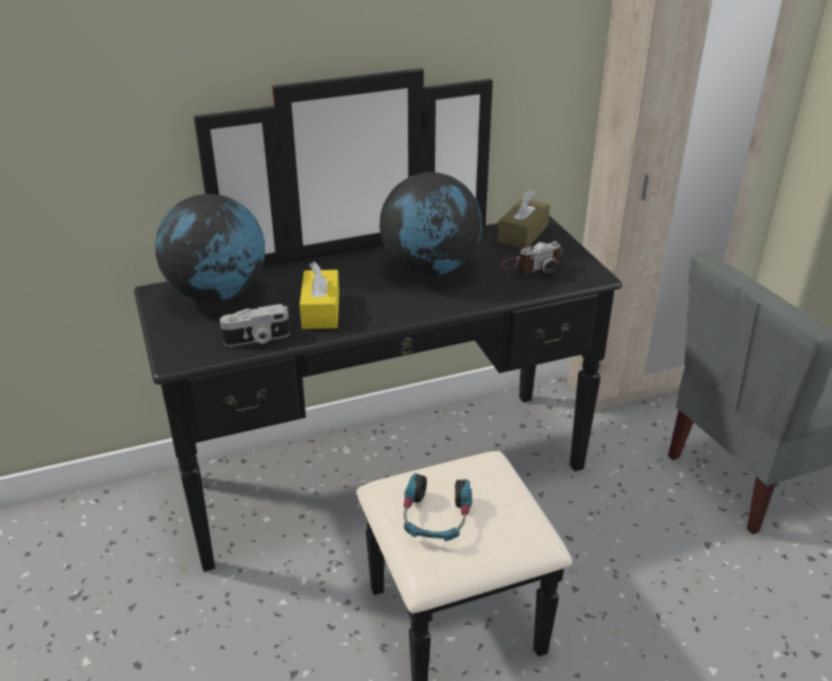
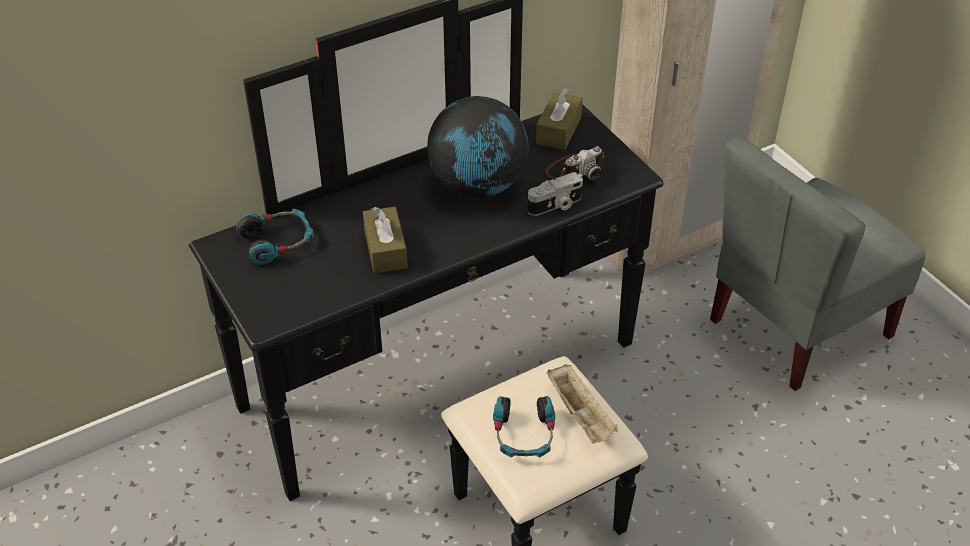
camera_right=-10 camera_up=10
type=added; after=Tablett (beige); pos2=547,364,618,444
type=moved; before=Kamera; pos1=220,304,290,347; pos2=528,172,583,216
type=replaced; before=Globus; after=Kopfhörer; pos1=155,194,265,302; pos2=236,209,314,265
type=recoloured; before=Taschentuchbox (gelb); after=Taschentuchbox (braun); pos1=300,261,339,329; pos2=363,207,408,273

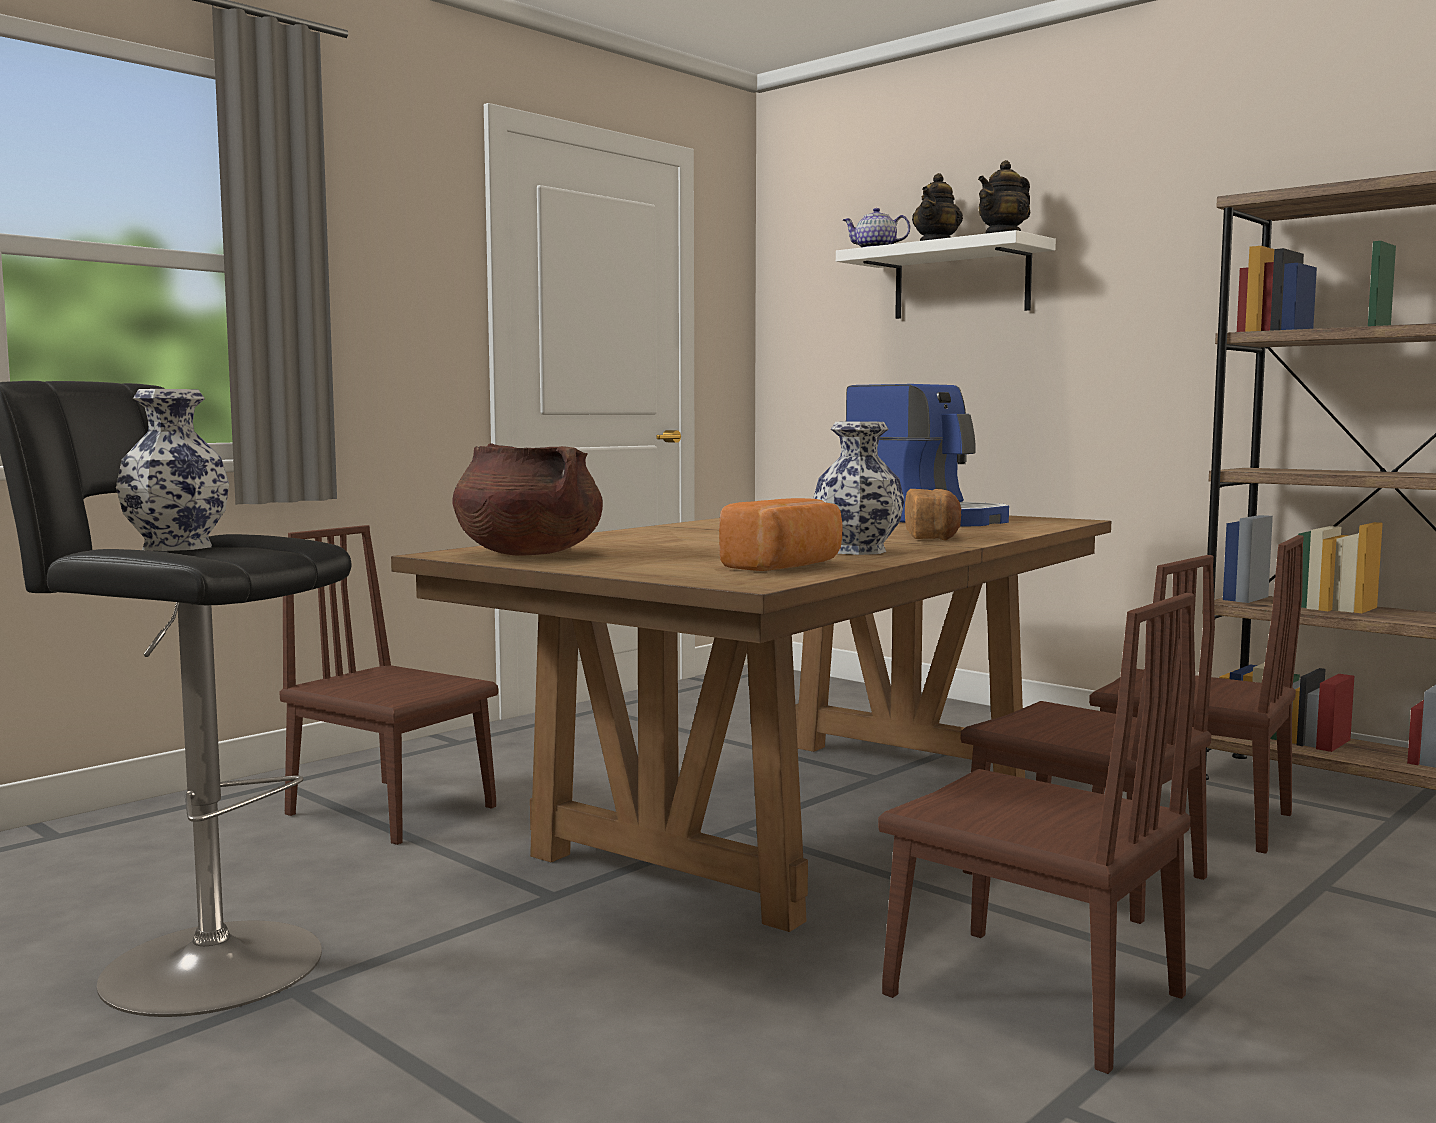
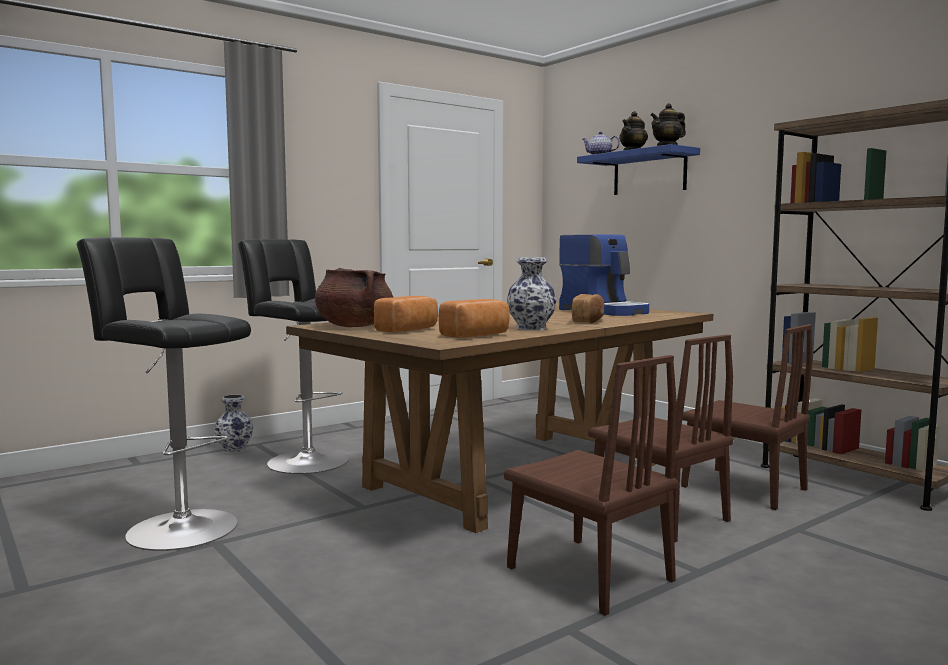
camera_right=10 camera_up=0
type=added; after=Brot; pos2=374,296,438,333
type=moved; before=Vase; pos1=116,389,229,551; pos2=214,395,253,454
type=replaced; before=Stuhl (braun); after=Hocker (schwarz); pos1=279,525,498,845; pos2=238,239,349,474
type=recoloured; before=Wandregal (weiß); after=Wandregal (blau); pos1=836,230,1056,319; pos2=577,144,700,195

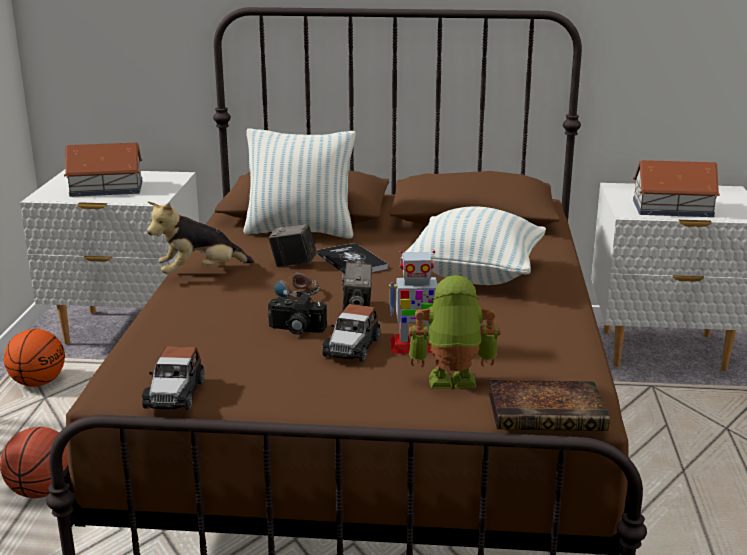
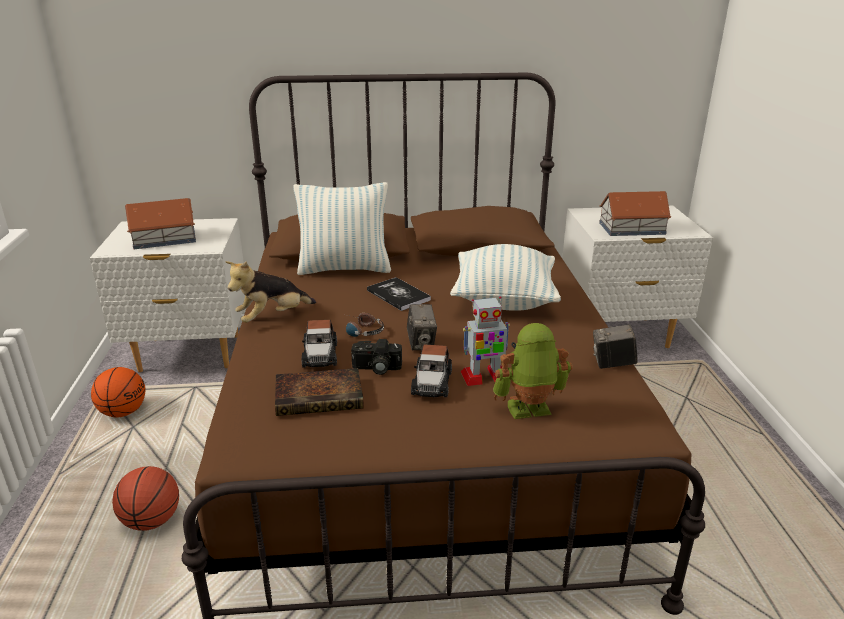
camera_right=-10 camera_up=5
type=moved; before=Spielzeugauto; pos1=142,346,204,410; pos2=302,320,337,368
type=moved; before=Kamera; pos1=268,224,317,266; pos2=593,324,638,369
type=moved; before=Buch; pos1=489,380,610,431; pos2=275,368,364,416

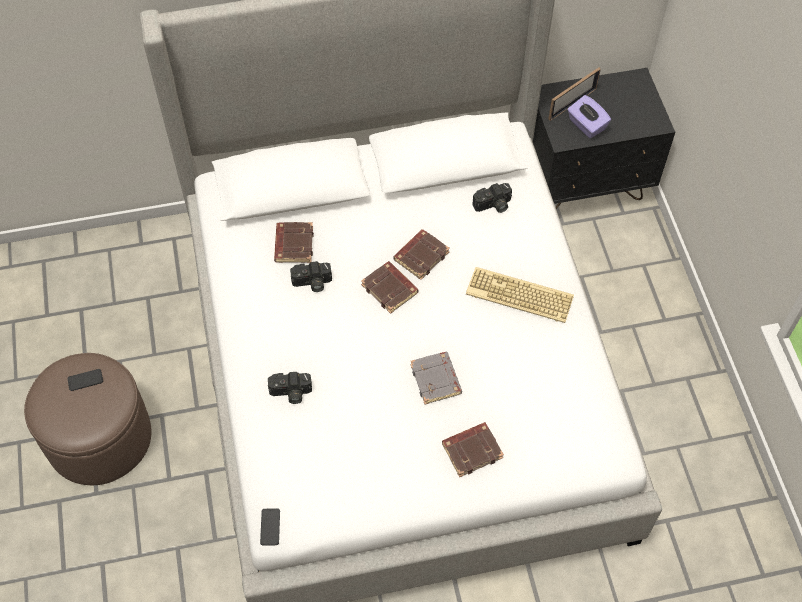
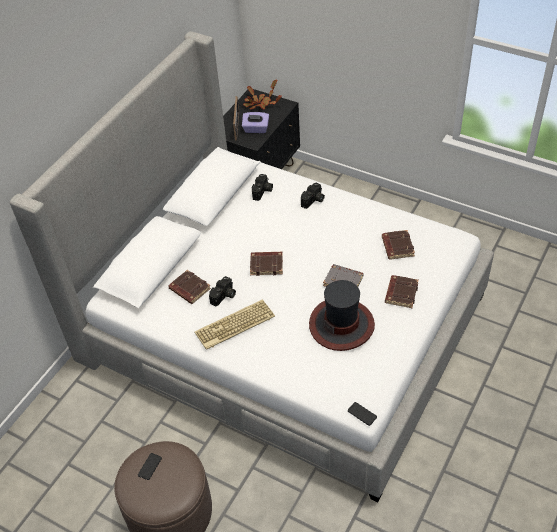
camera_right=-45 camera_up=-10
type=added; after=Topfpflanze; pos2=243,79,282,109
type=added; after=Hut; pos2=309,280,375,351
type=moved; before=Kamera; pos1=268,372,312,404; pos2=301,183,325,209
type=moved; before=Buch (braun); pos1=393,229,450,280; pos2=382,230,415,260
type=moved; before=Tastatur; pos1=466,267,574,323; pos2=195,300,275,350

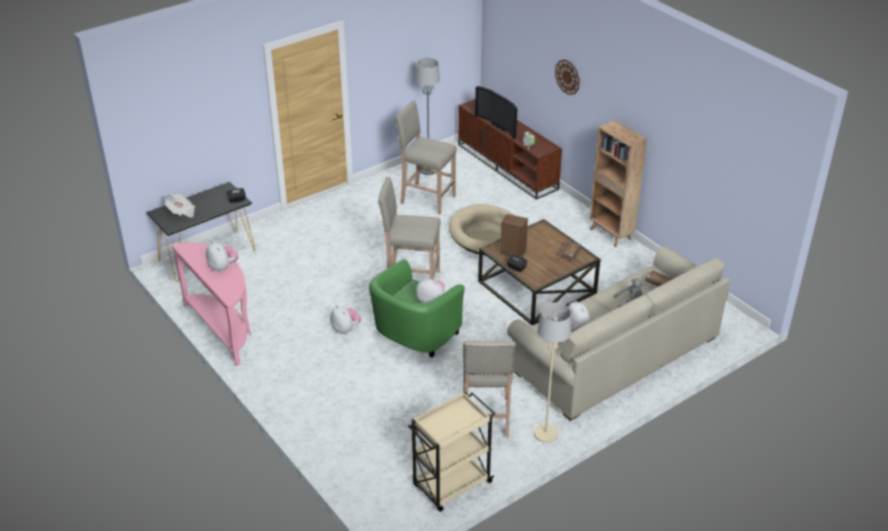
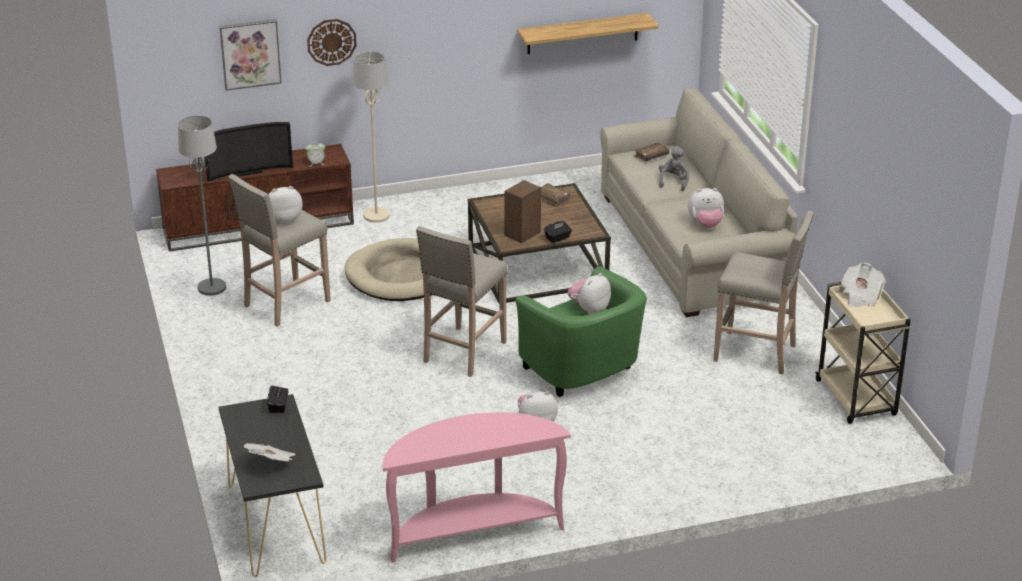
camera_right=-70 camera_up=-5
type=removed; before=Bücherregal (braun); pos1=590,120,647,247
type=added; after=Bild; pos2=219,19,282,91
type=added; after=Wandregal; pos2=517,13,659,54
type=added; after=Zeitung; pos2=841,263,886,307
type=moved; before=Plüschtier; pos1=206,241,238,272; pos2=268,186,303,224
type=moved; before=Stehlampe (beige); pos1=534,302,571,443; pos2=353,51,390,223

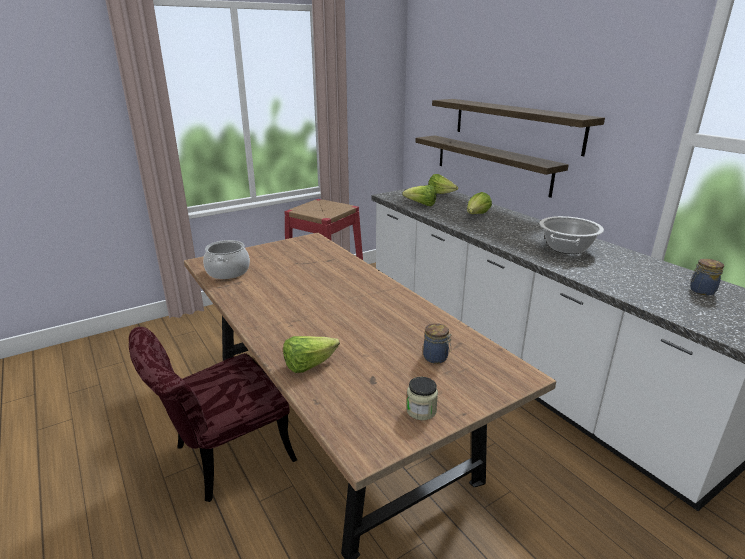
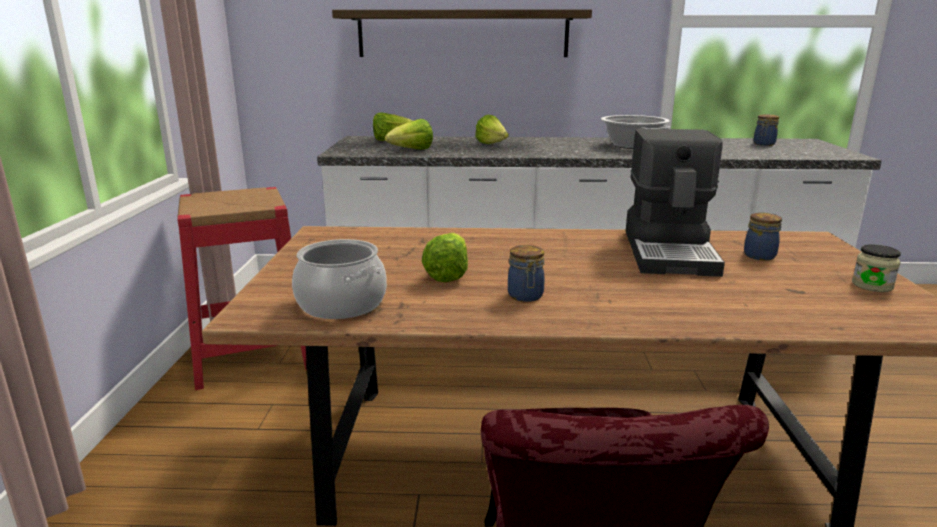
camera_right=-55 camera_up=-5
type=removed; before=Wandregal; pos1=416,136,569,198
type=added; after=Vorratsglas; pos2=508,245,544,302
type=added; after=Kaffeemaschine; pos2=626,129,725,277
type=moved; before=Salatkopf; pos1=283,336,340,373; pos2=422,232,468,282

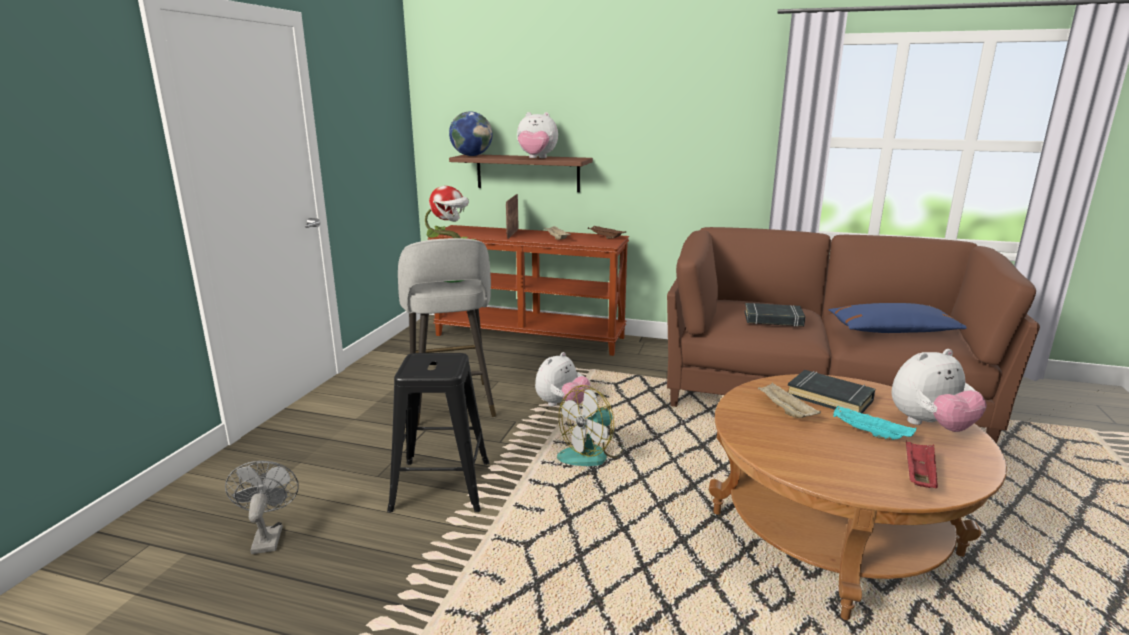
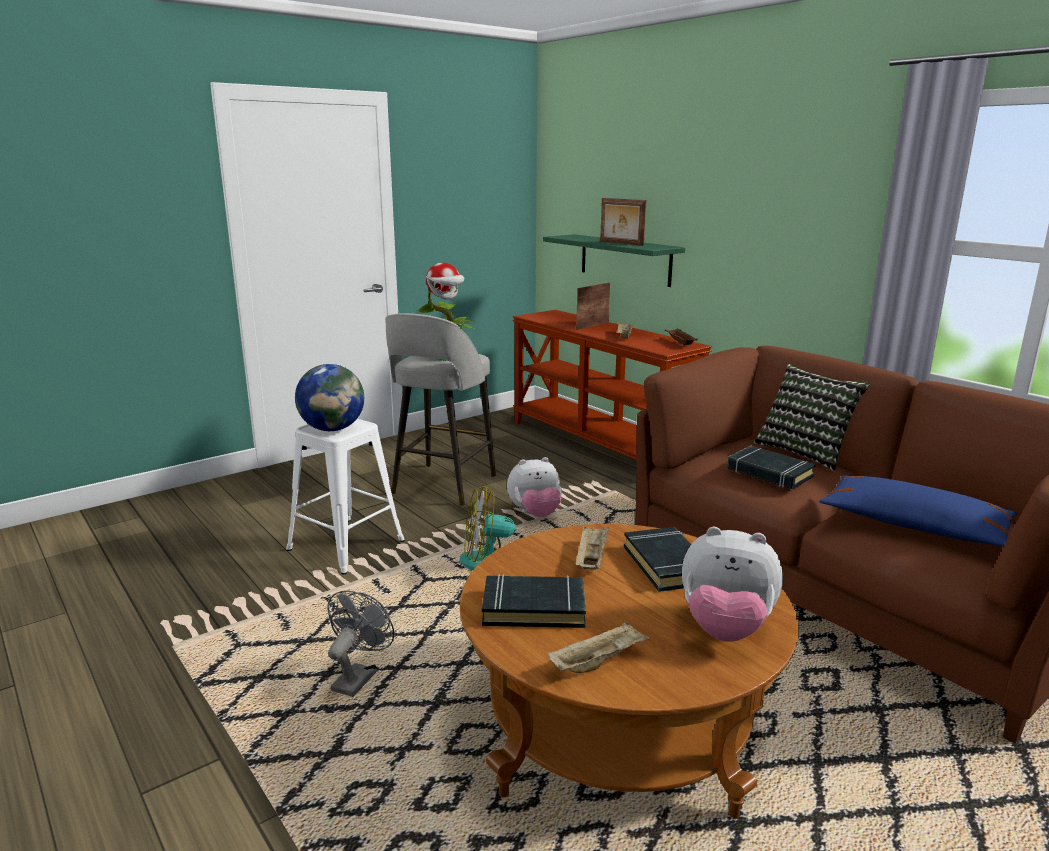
camera_right=35 camera_up=0
type=removed; before=Tablett (türkis); pos1=833,406,916,440
type=added; after=Buch (schwarz); pos2=482,574,586,628
type=added; after=Kissen; pos2=754,364,871,471
type=moved; before=Ventilator (grau); pos1=225,461,299,554; pos2=327,591,394,697
type=moved; before=Globus; pos1=449,111,492,156; pos2=295,364,364,431
type=replaced; before=Plüschtier; after=Bilderrahmen; pos1=517,112,558,158; pos2=600,198,647,246
type=recoloured; before=Hocker (schwarz); after=Hocker (weiß); pos1=387,353,489,513; pos2=286,419,405,574
type=recoloured; before=Wandregal (braun); after=Wandregal (grün); pos1=449,155,593,192; pos2=543,234,685,287
type=recoloured; before=Tablett (rot); after=Tablett (beige); pos1=906,441,938,488; pos2=548,621,650,673

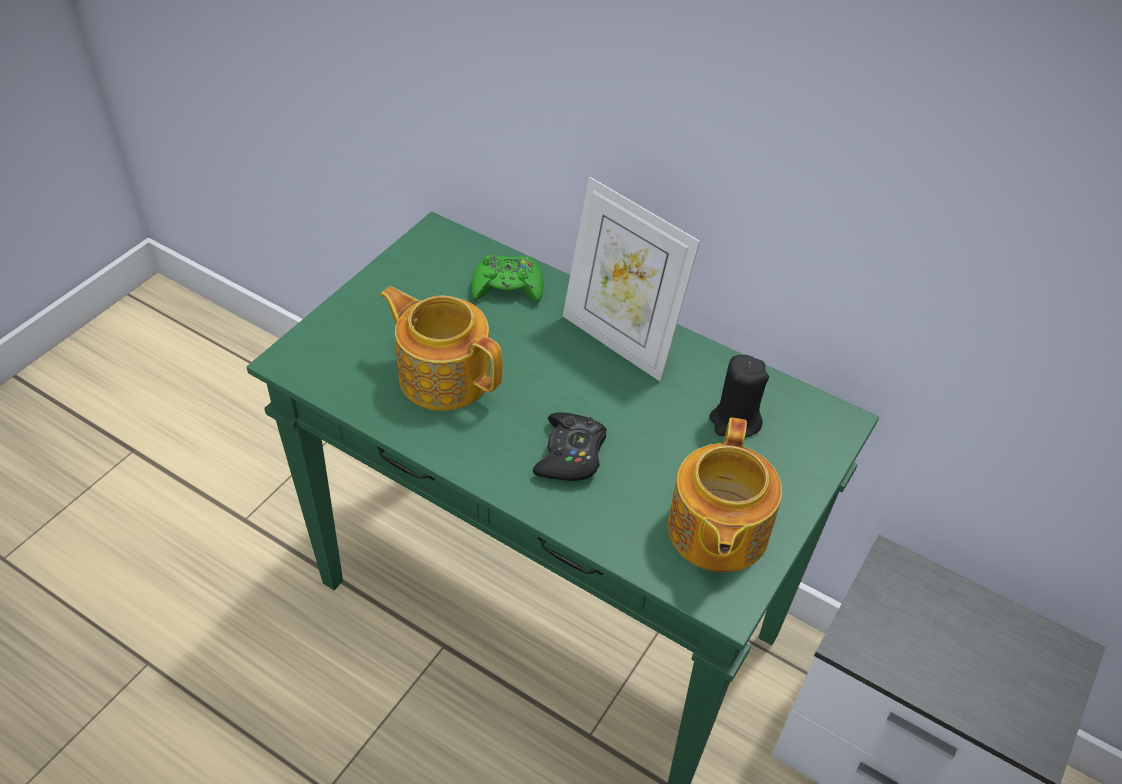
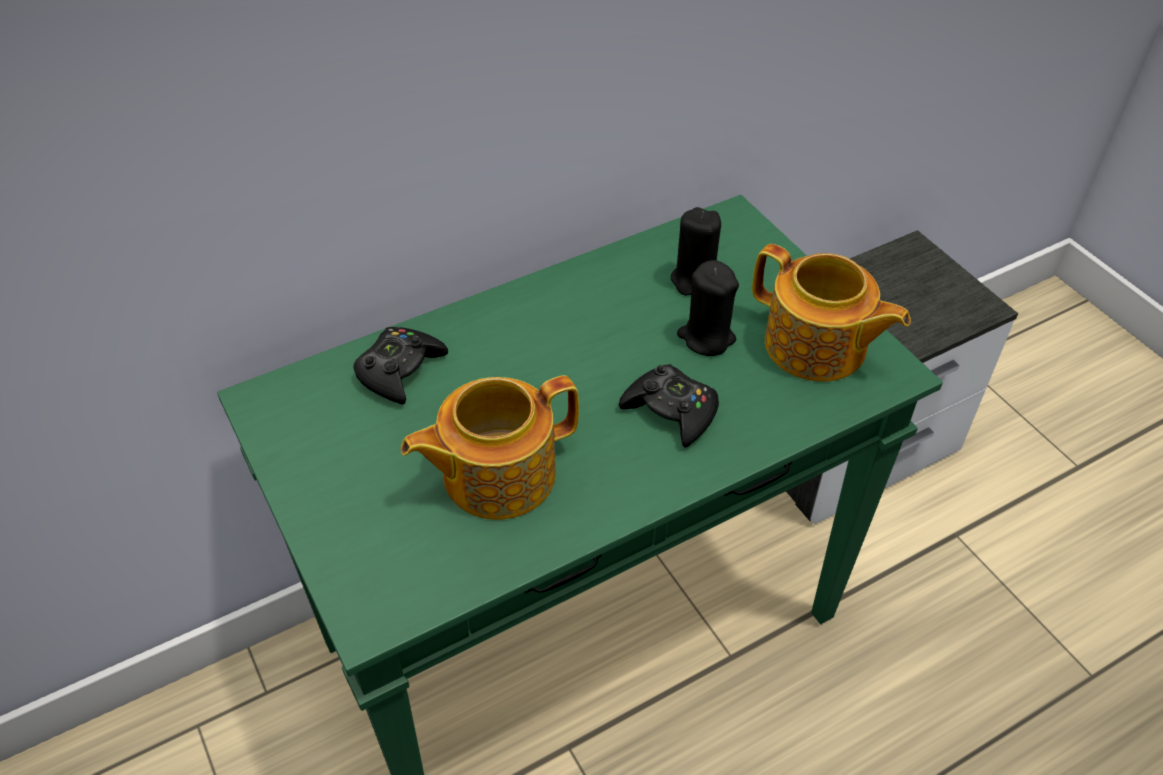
camera_right=-60 camera_up=0
type=removed; before=Bilderrahmen; pos1=563,177,700,382
type=added; after=Kerze (schwarz); pos2=677,260,739,356
type=recoloured; before=Gamepad (grün); after=Gamepad (schwarz); pos1=471,255,544,303; pos2=354,327,448,404

